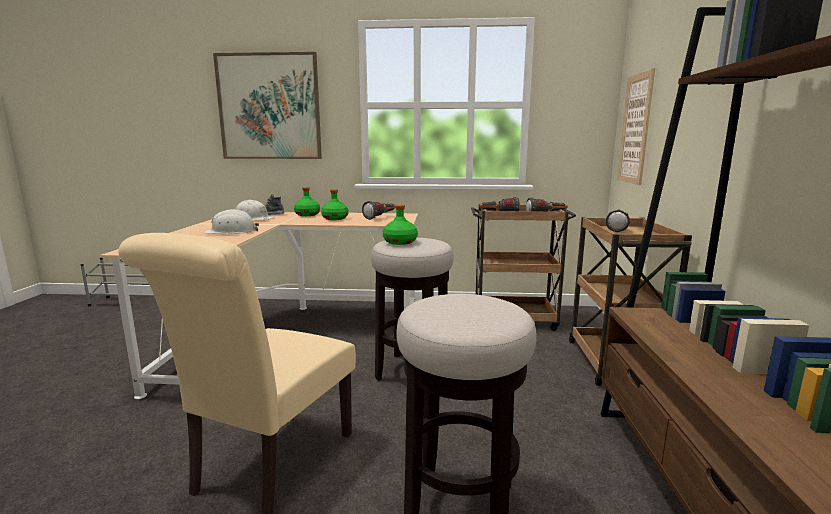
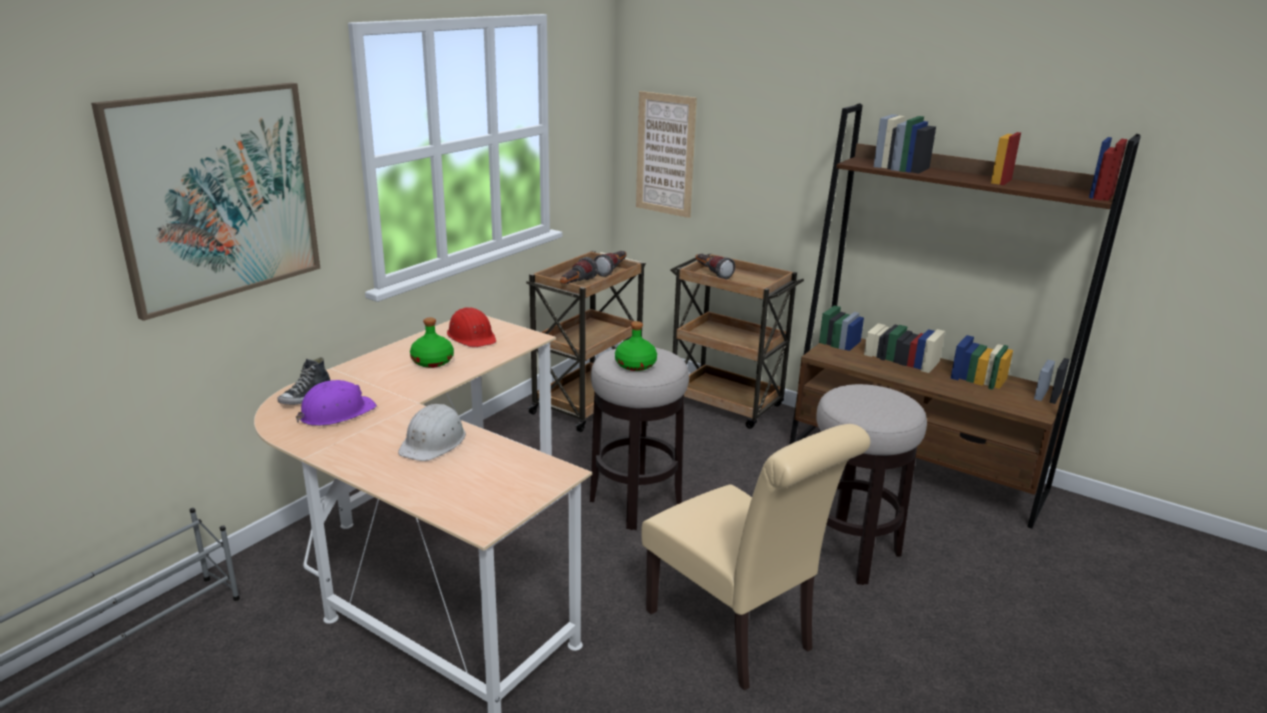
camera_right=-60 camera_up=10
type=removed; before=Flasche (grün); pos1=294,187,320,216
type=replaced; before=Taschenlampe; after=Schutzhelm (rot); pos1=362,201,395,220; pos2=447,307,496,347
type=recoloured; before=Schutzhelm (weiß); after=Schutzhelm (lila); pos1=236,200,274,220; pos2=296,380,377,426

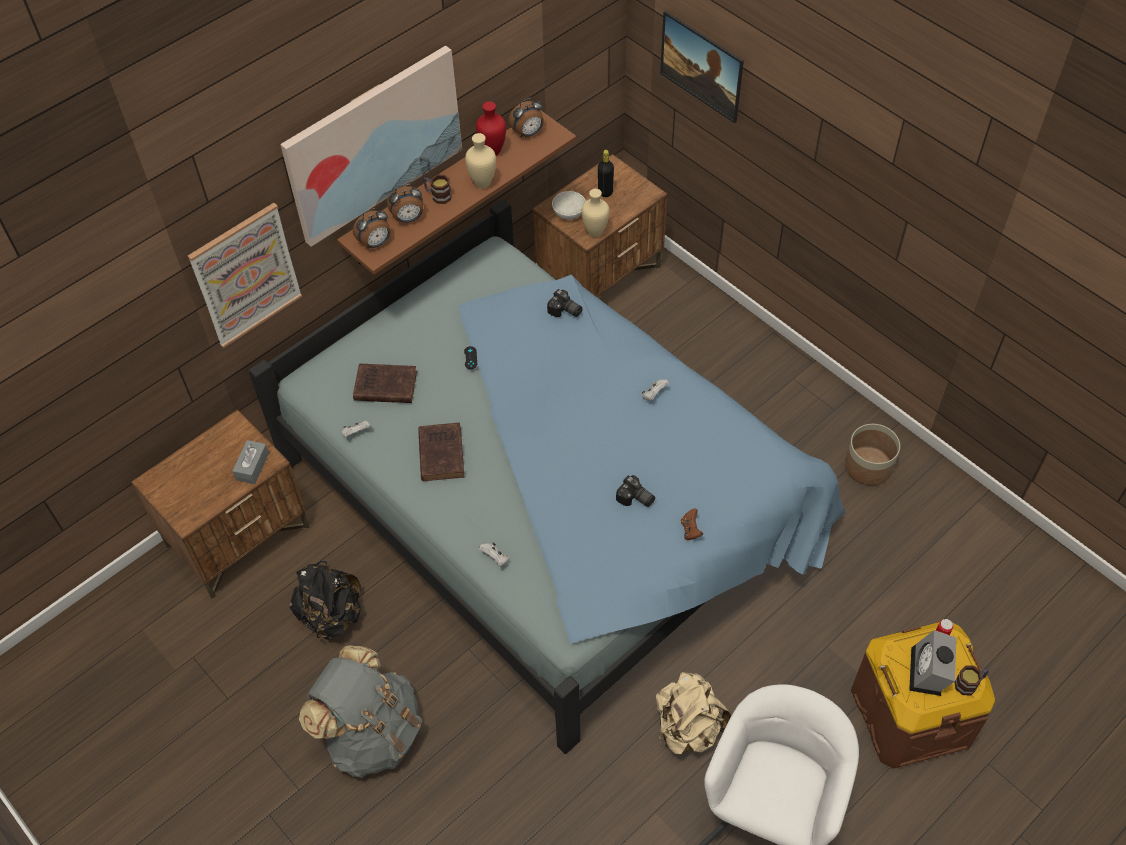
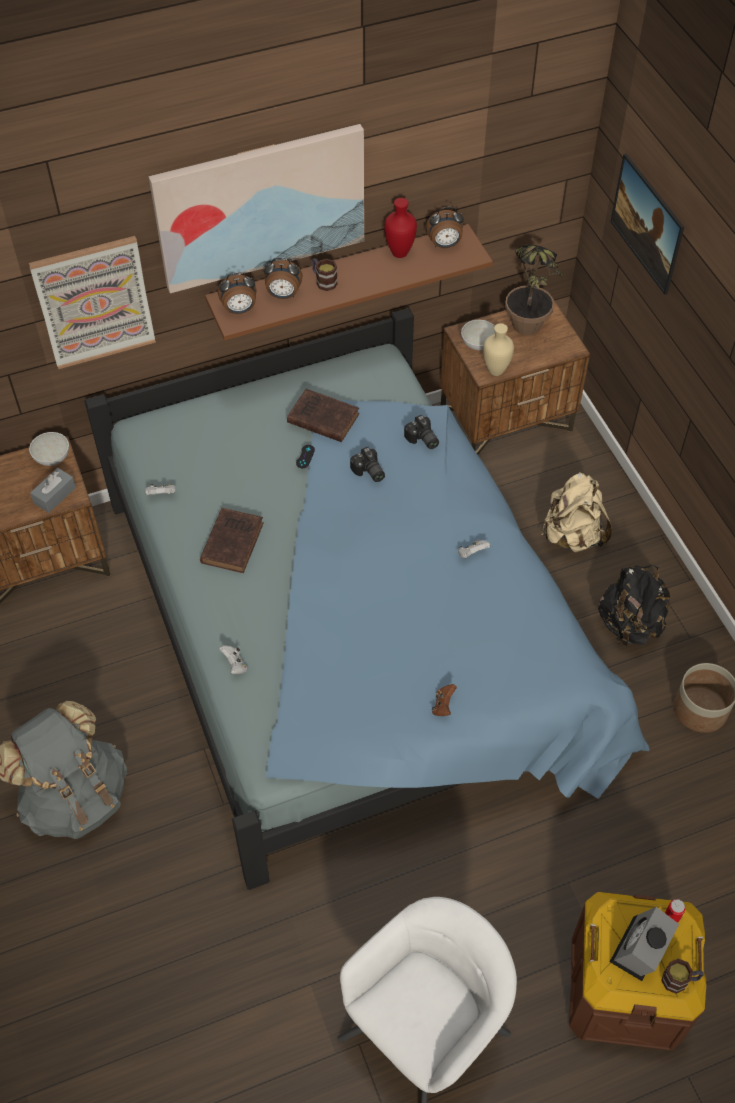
camera_right=20 camera_up=0
type=removed; before=Vase (beige); pos1=465,133,496,188
type=added; after=Schüssel (weiß); pos2=29,432,69,466
type=moved; before=Rucksack (schwarz); pos1=289,561,361,640; pos2=598,565,670,646
type=moved; before=Buch (braun); pos1=353,364,417,403; pos2=287,389,359,442
type=moved; before=Kamera; pos1=616,475,655,507; pos2=350,447,385,482
type=moved; before=Rucksack (beige); pos1=656,672,731,754; pos2=542,472,612,552
type=replaced; before=Flasche (schwarz); after=Topfpflanze; pos1=598,150,614,197; pos2=505,244,562,335

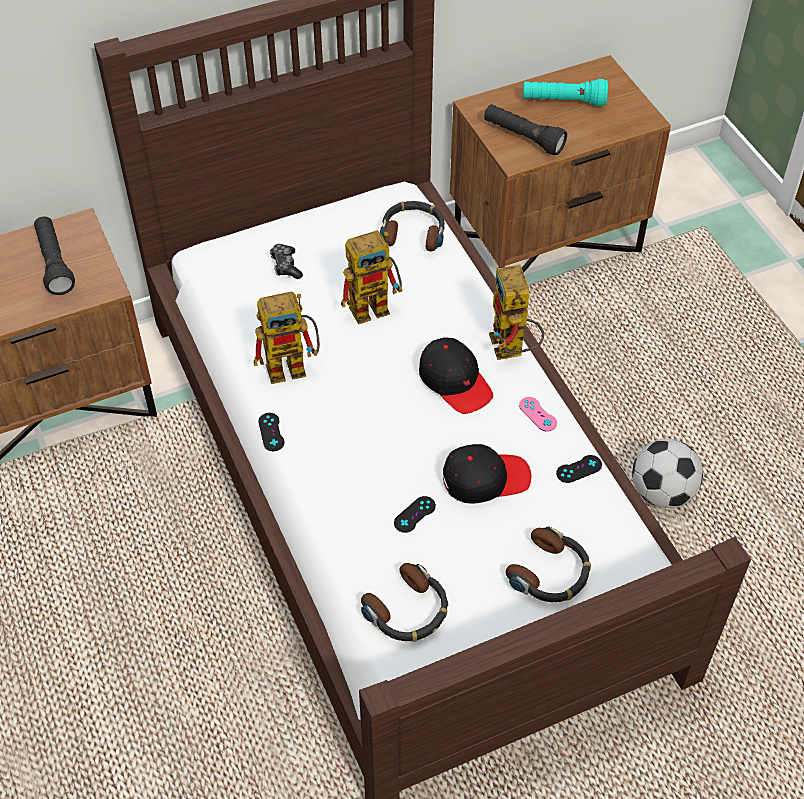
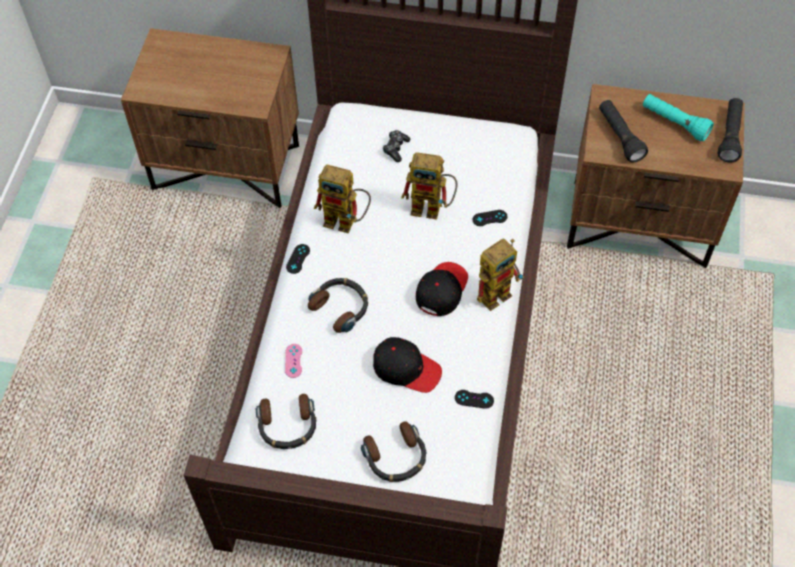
camera_right=35 camera_up=5
type=removed; before=Fußball; pos1=632,439,703,508
type=moved; before=Taschenlampe (schwarz); pos1=34,216,75,295; pos2=717,98,743,163
type=moved; before=Kopfhörer; pos1=380,201,445,251; pos2=308,278,368,333
type=moved; before=Gamepad (schwarz); pos1=394,496,436,533; pos2=473,210,508,226
type=moved; before=Gamepad (rosa); pos1=519,397,557,432; pos2=285,344,302,378
type=turned; before=Kappe (schwarz); pos1=419,337,493,414; pos2=416,262,468,316; turn=-150
type=turned; before=Spielzeugroboter; pos1=489,265,544,360; pos2=477,239,524,311; turn=-150

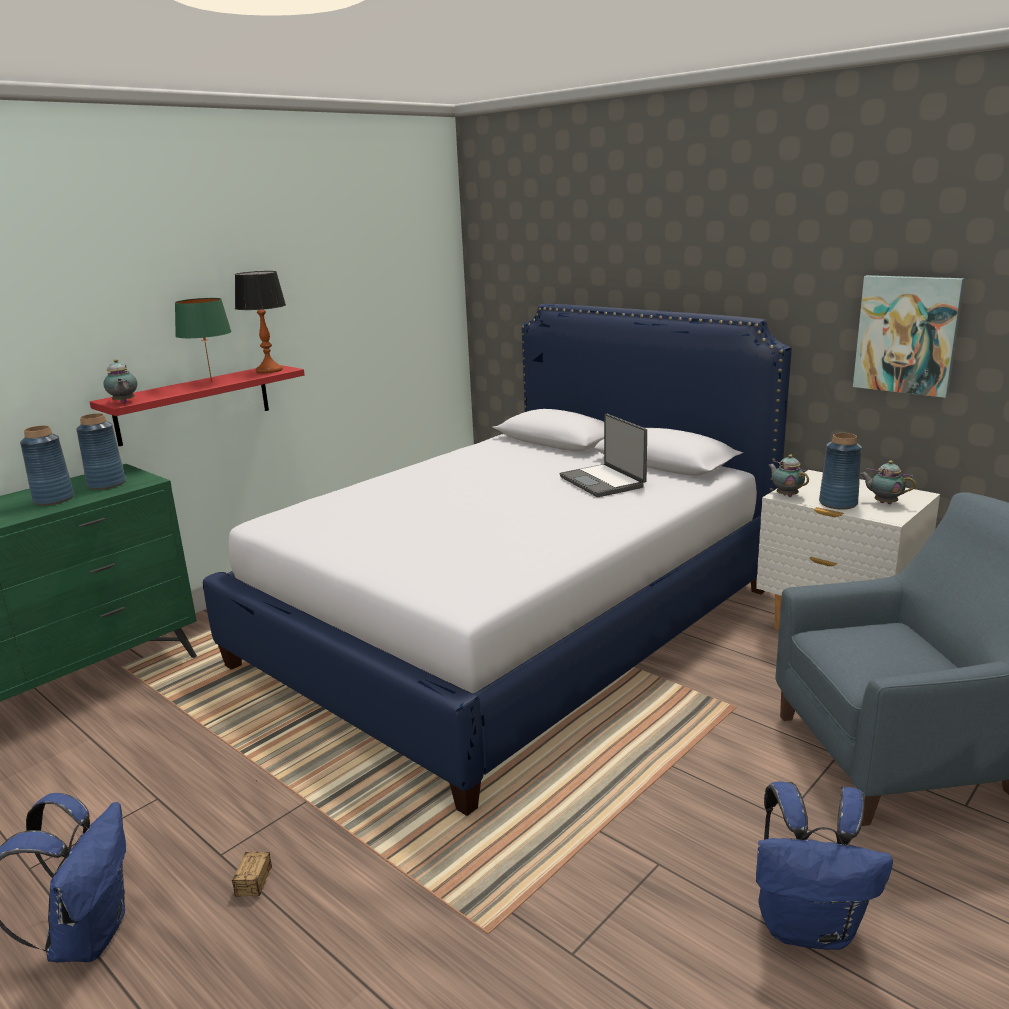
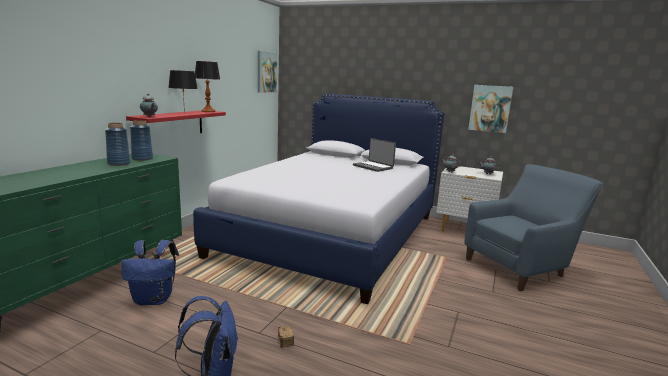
camera_right=-20 camera_up=-5
type=removed; before=Vase (blau); pos1=819,433,862,510
type=added; after=Bild; pos2=258,51,277,93
type=moved; before=Rucksack (blau); pos1=756,781,893,950; pos2=121,240,176,305
type=recoloured; before=Tischlampe (grün); after=Tischlampe (schwarz); pos1=175,298,232,382; pos2=168,70,198,113

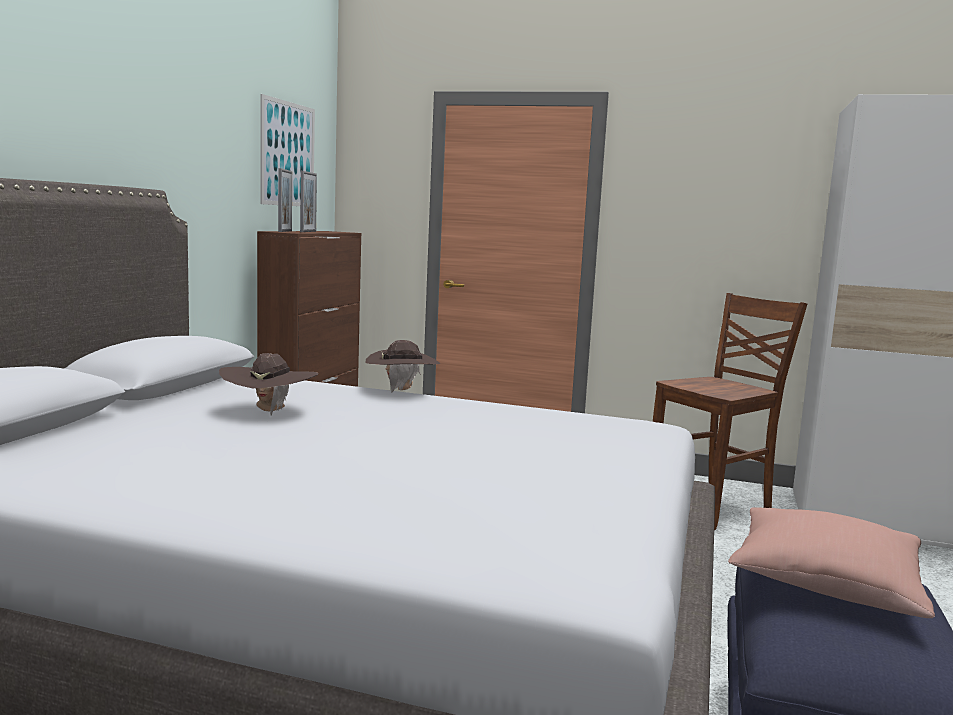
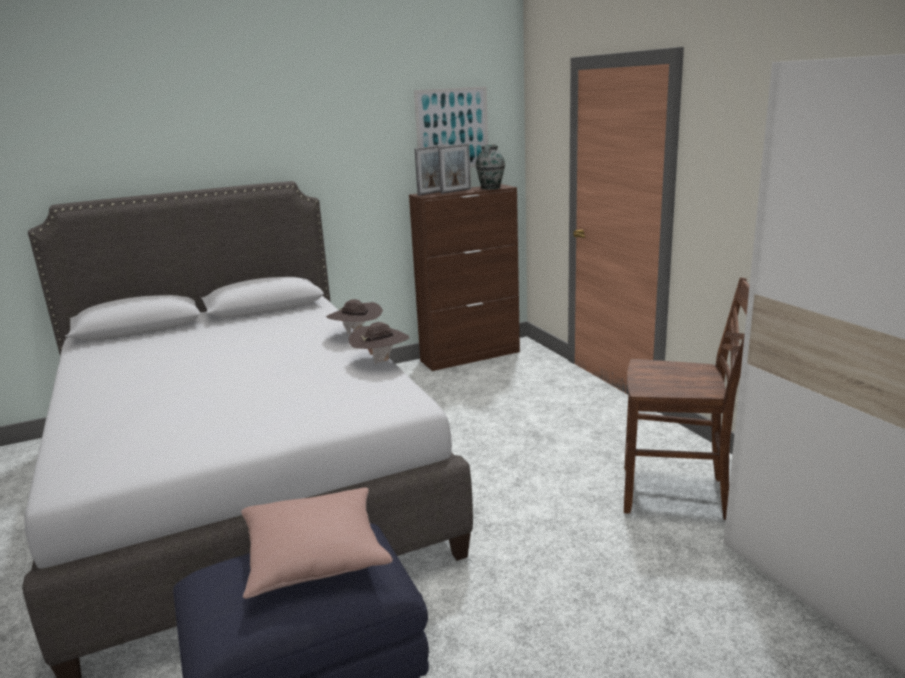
camera_right=50 camera_up=10
type=added; after=Vase; pos2=476,144,505,189
type=moved; before=Hut (braun); pos1=219,353,318,415; pos2=349,322,409,365

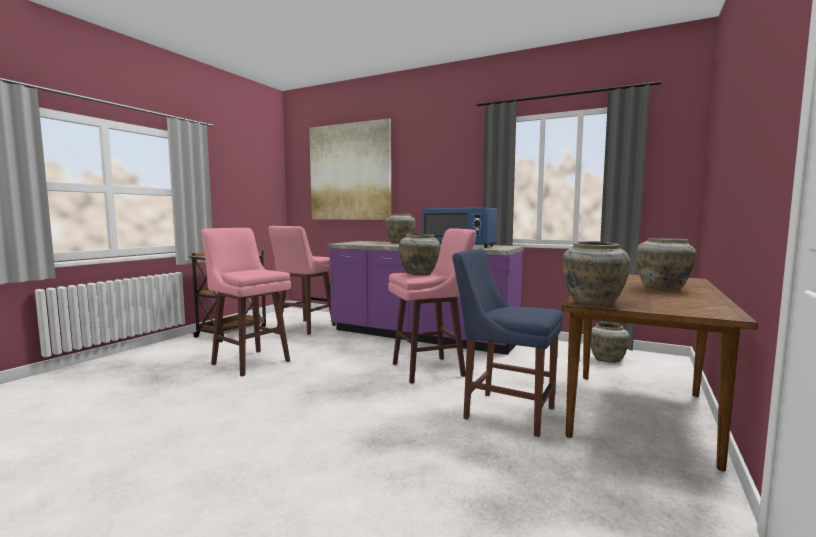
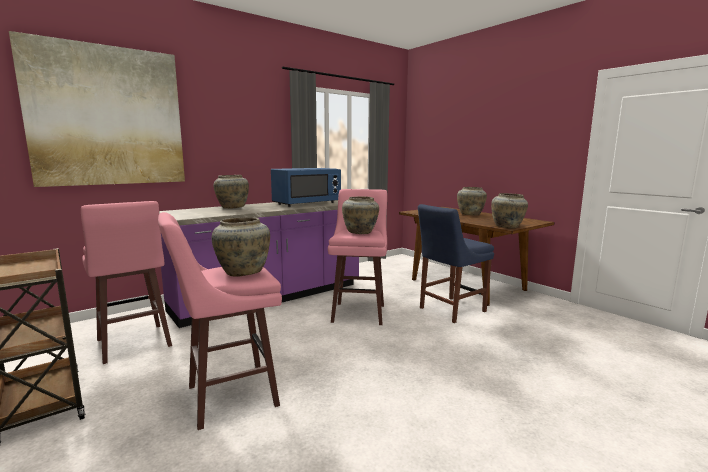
camera_right=-65 camera_up=5
type=moved; before=Vase (beige); pos1=591,322,630,363; pos2=212,217,270,277

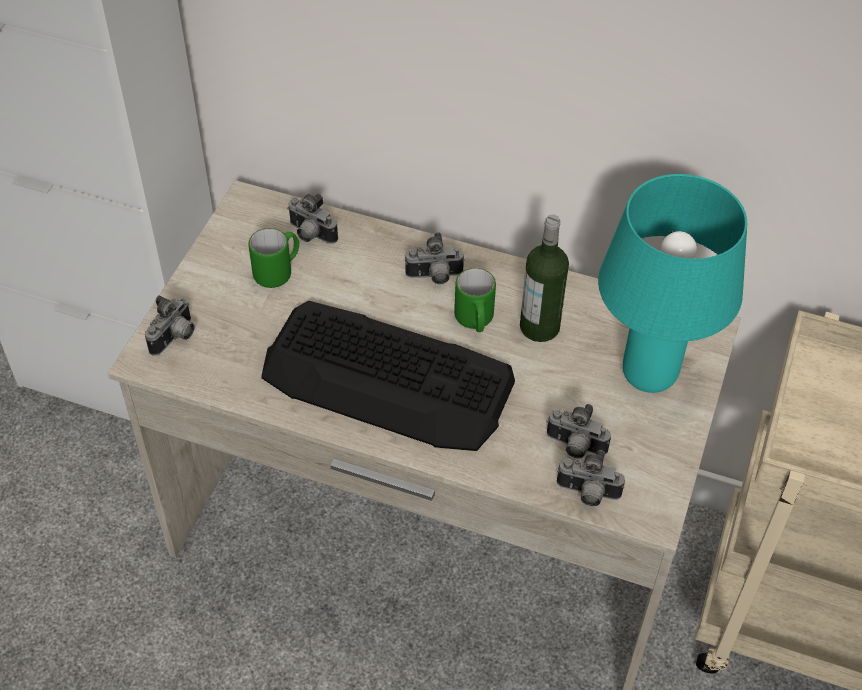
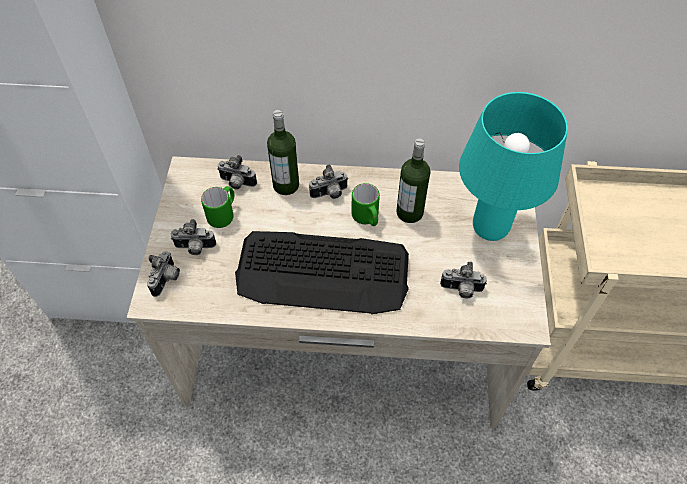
camera_right=-15 camera_up=5
type=added; after=Flasche; pos2=267,110,299,195
type=moved; before=Kamera; pos1=557,450,625,506; pos2=171,219,216,255

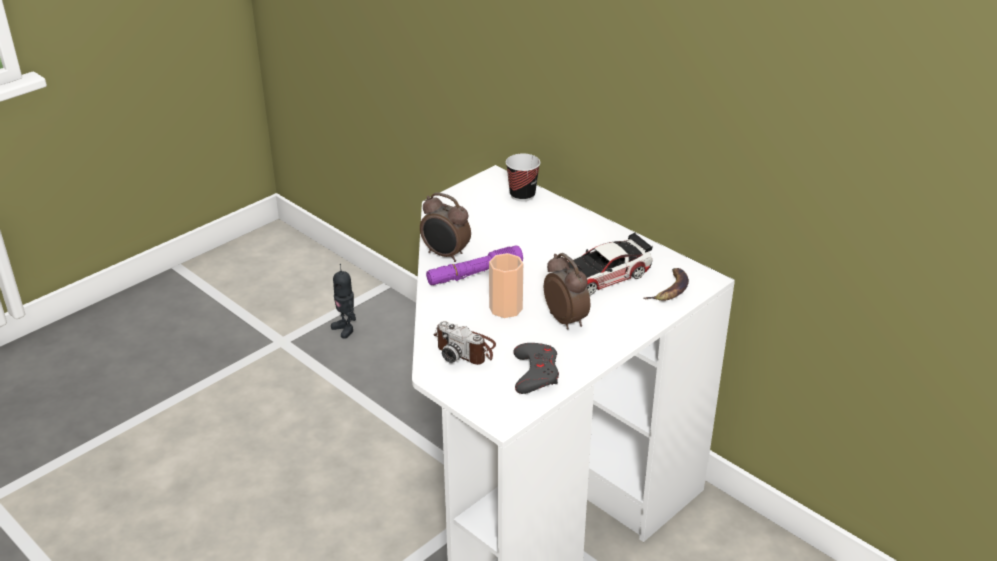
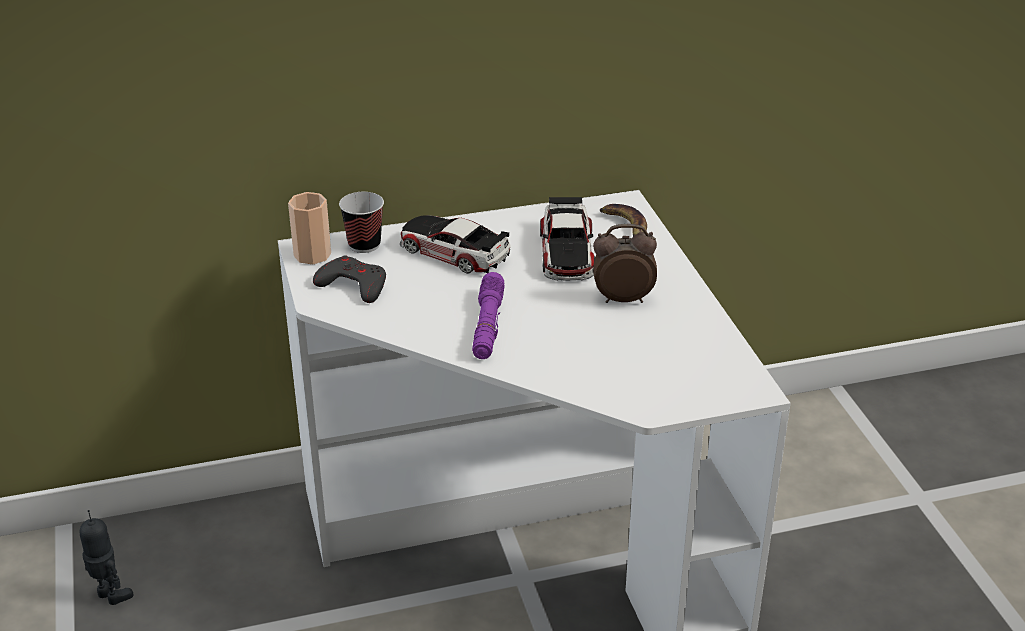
camera_right=-60 camera_up=0
type=removed; before=Wecker; pos1=420,193,471,262
type=removed; before=Kamera; pos1=433,321,496,365
type=added; after=Spielzeugauto; pos2=400,215,511,274
type=moved; before=Tasse; pos1=489,253,523,318; pos2=288,192,331,264
type=moved; before=Gamepad (grau); pos1=513,343,559,394; pos2=313,255,386,303
type=turned; before=Spielzeugroboter; pos1=331,264,356,339; pos2=80,510,133,605; turn=-135

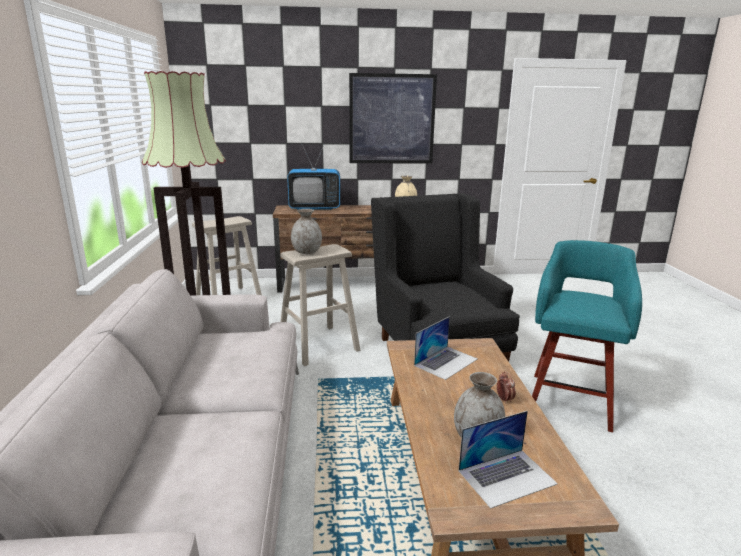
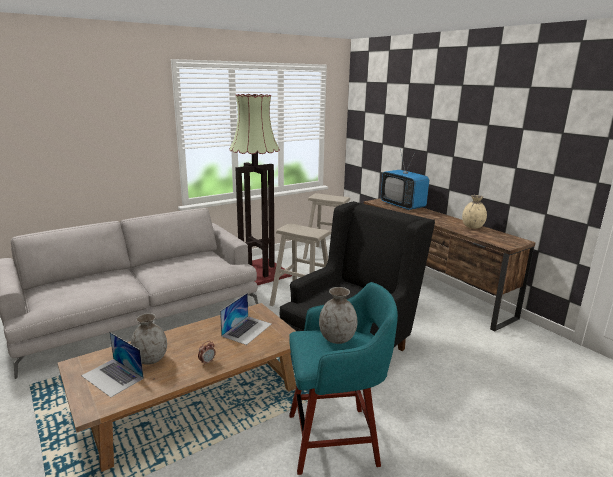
camera_right=60 camera_up=0
type=removed; before=Bild; pos1=349,73,437,163
type=moved; before=Vase (grau); pos1=291,209,322,254; pos2=319,287,357,344
type=turned; before=Laptop; pos1=414,316,477,380; pos2=220,293,271,345; turn=-75

